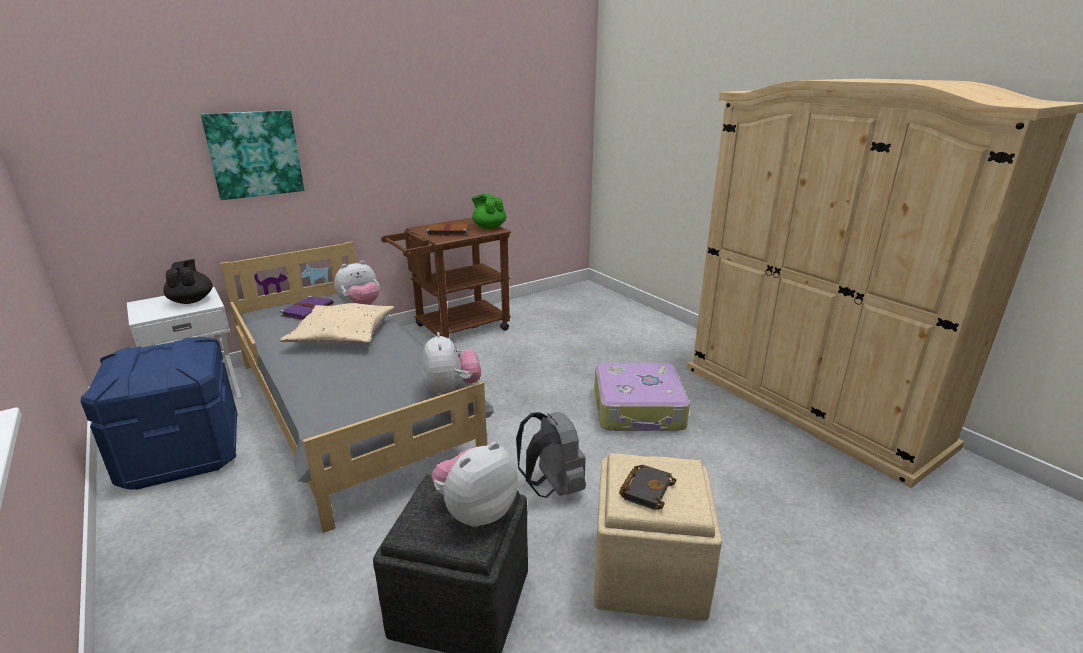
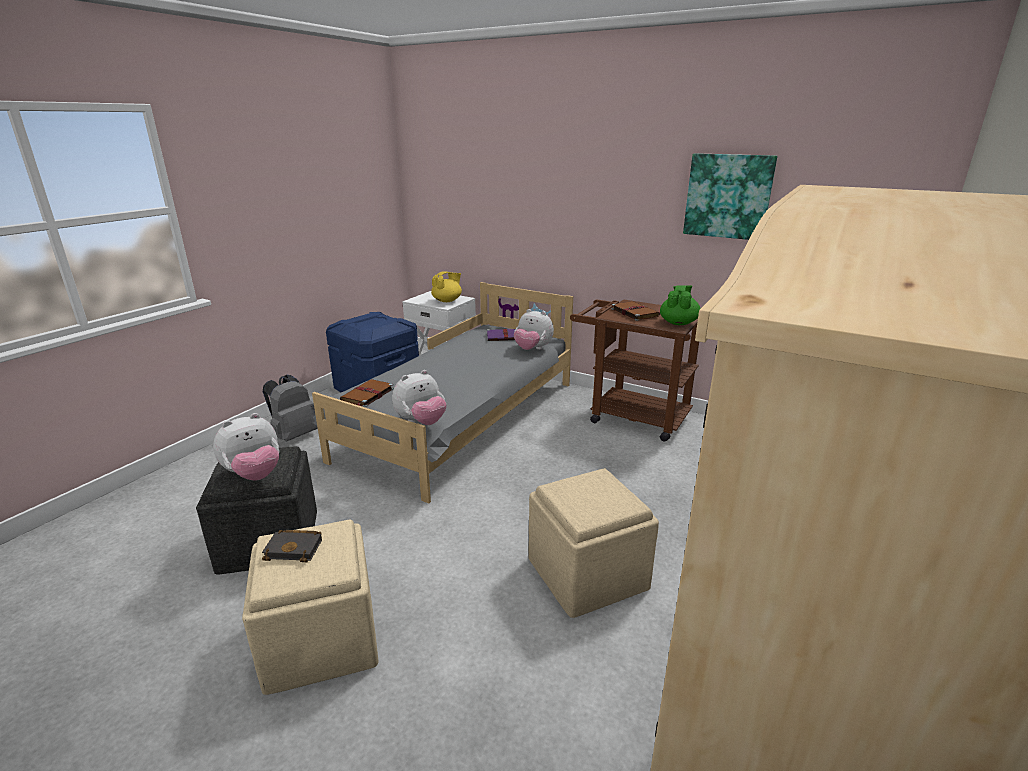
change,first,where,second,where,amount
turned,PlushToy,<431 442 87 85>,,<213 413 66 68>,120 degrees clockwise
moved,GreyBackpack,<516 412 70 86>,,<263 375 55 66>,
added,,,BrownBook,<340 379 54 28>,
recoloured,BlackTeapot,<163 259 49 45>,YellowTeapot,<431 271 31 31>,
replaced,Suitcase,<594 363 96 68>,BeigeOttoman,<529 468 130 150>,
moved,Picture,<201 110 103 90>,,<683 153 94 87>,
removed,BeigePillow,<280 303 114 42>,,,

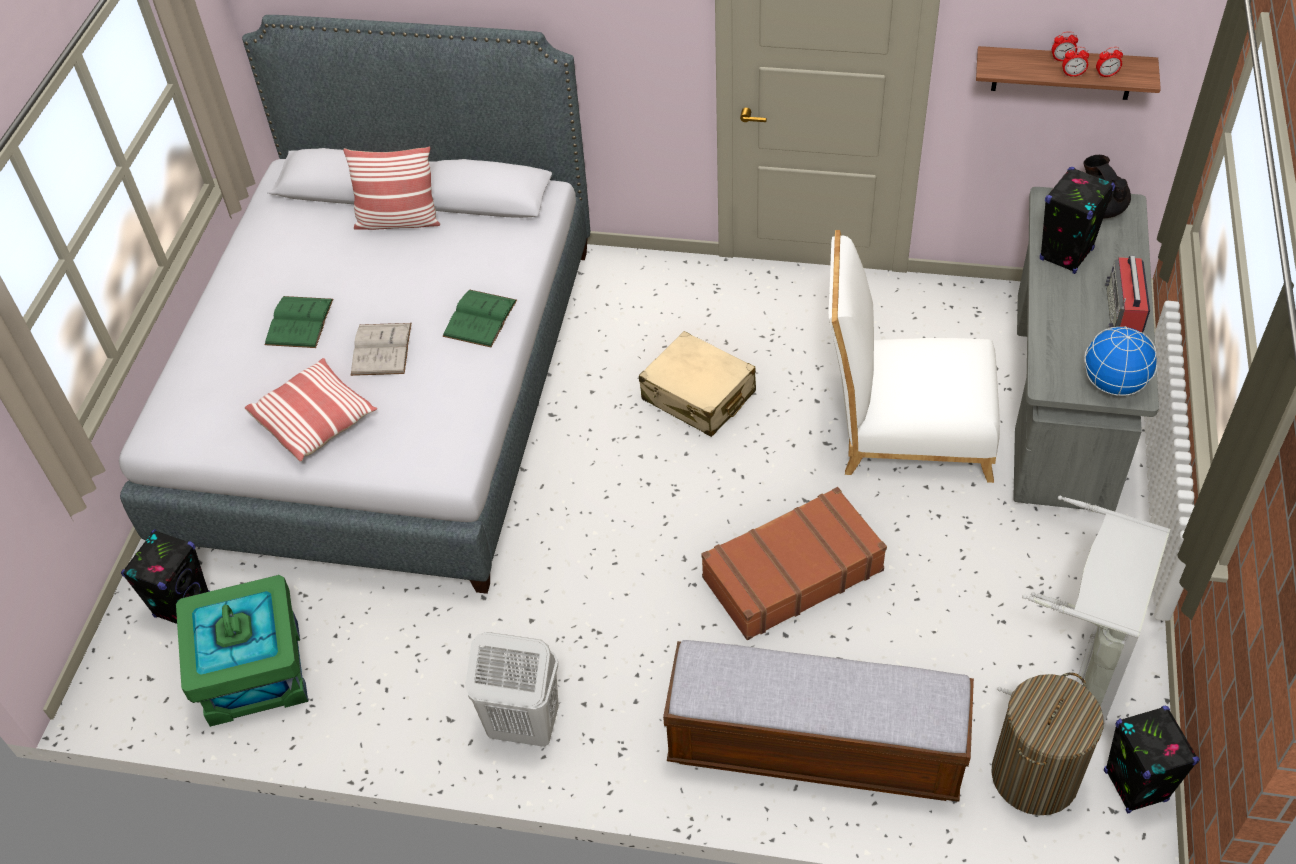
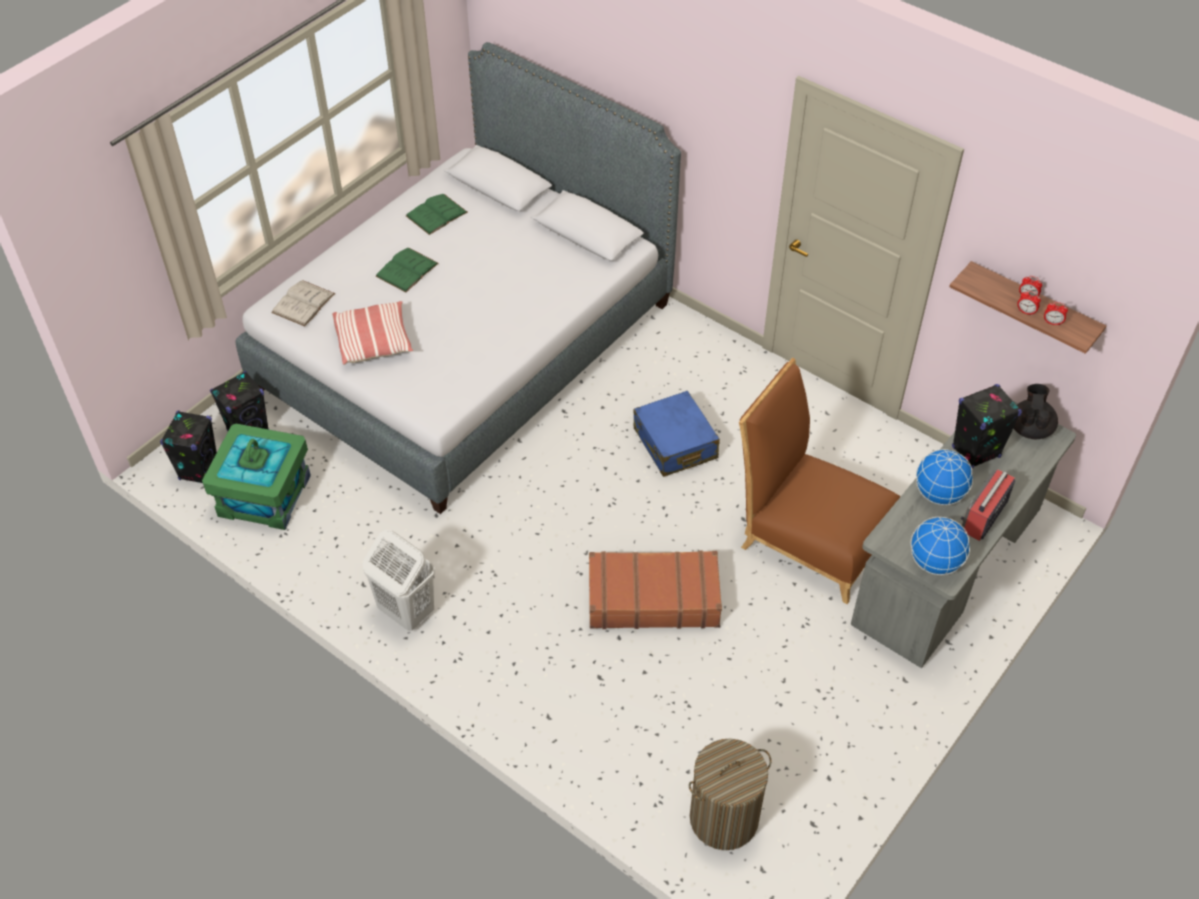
change,first,where,second,where,amount
moved,BlackSpeaker,<1104 706 96 108>,,<160 410 57 73>,
moved,WhiteBook,<351 323 61 53>,,<271 280 64 46>,
moved,GreenBook,<442 289 75 58>,,<406 194 62 41>,
recoloured,BeigeSuitcase,<639 331 117 106>,BlueSuitcase,<633 391 87 86>,
recoloured,WhiteChair,<829 230 171 253>,BrownChair,<739 358 161 246>,
added,,,Globe,<916 449 57 56>,
removed,Pillow,<343 147 97 83>,,,
removed,Bench,<663 640 311 162>,,,
removed,GreyLaundryBasket,<997 496 173 230>,,,

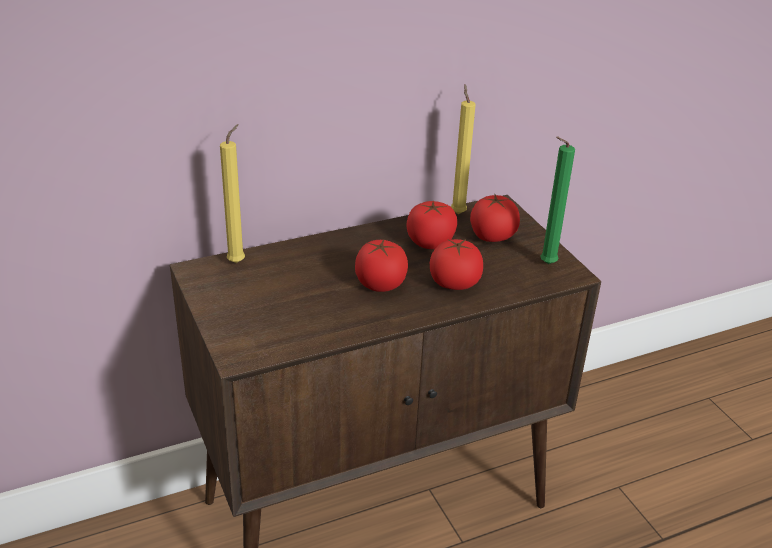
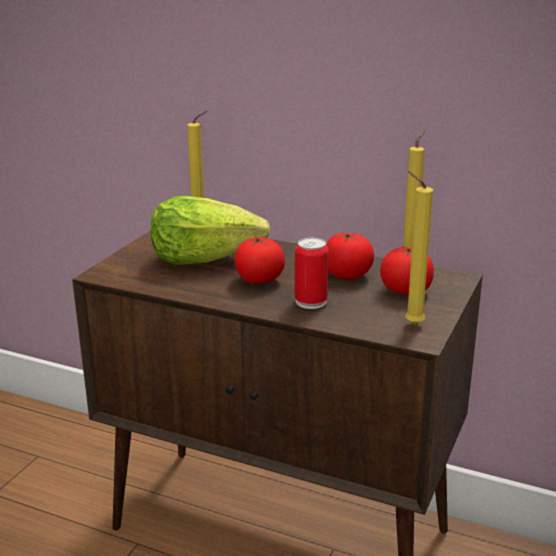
change,first,where,second,where,amount
added,,,Lettuce,<151 196 119 68>,
replaced,Tomato,<430 239 53 51>,Can,<295 238 34 71>,
recoloured,GreenCandle,<540 136 35 128>,YellowCandle,<405 171 28 154>,

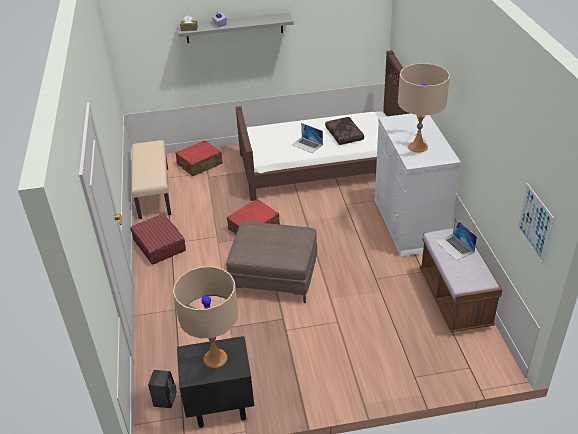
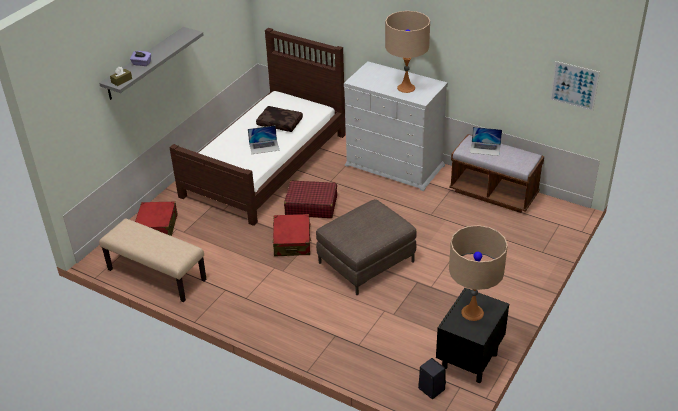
change,first,where,second,where,amount
moved,RedSuitcase,<130 214 56 50>,,<284 181 53 37>,

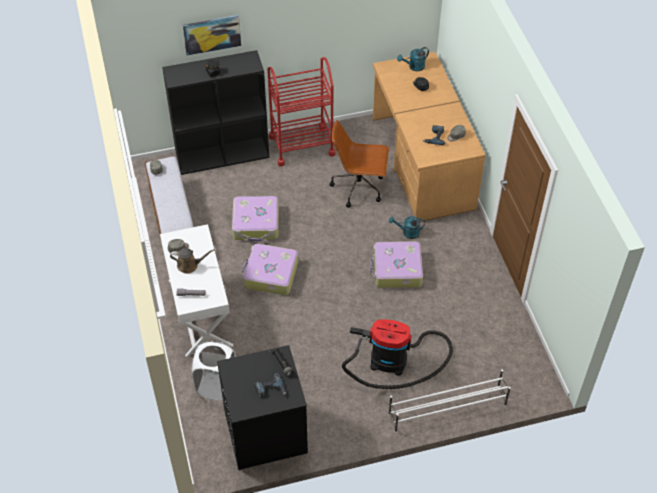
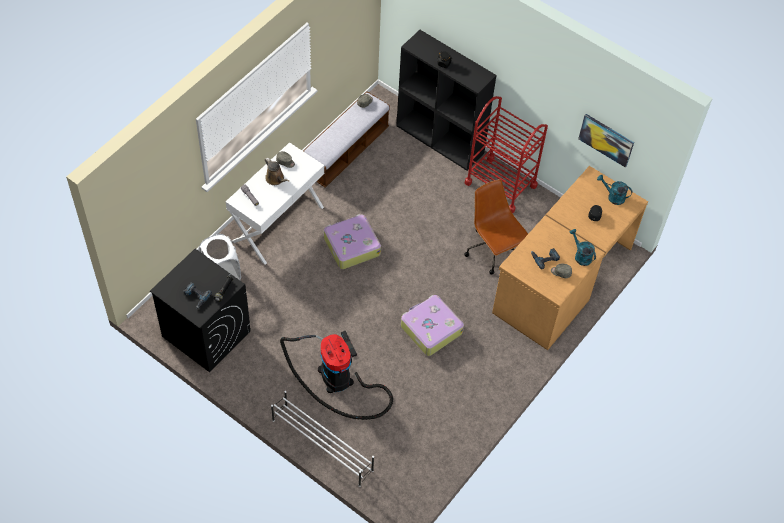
change,first,where,second,where,amount
moved,TurquoiseWateringCan,<389 216 36 23>,,<569 229 27 37>,
moved,Picture,<182 15 59 40>,,<578 114 56 54>,
removed,Suitcase,<232 196 47 46>,,,

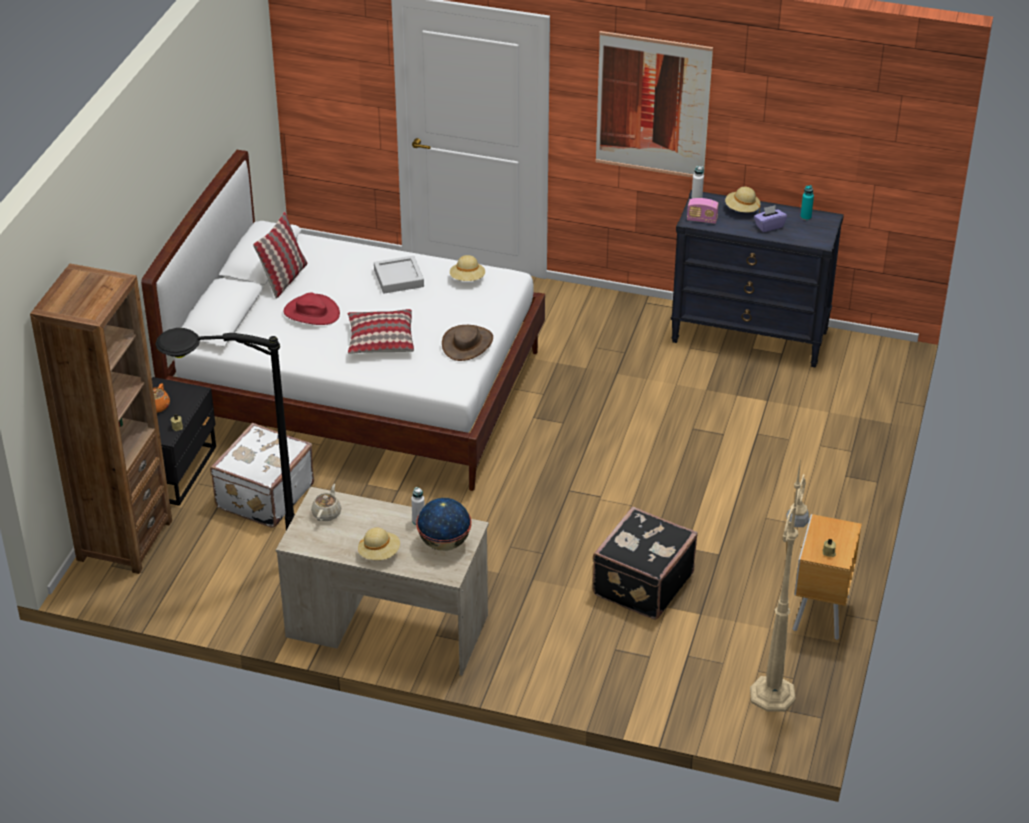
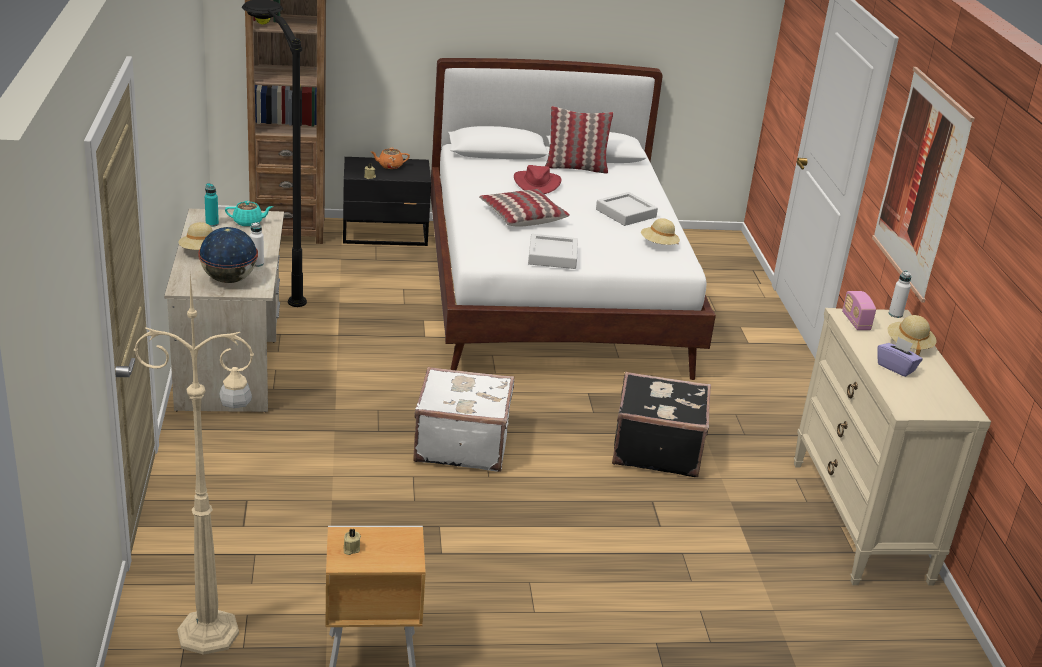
change,first,where,second,where,amount
moved,TurquoiseBottle,<800 185 14 35>,,<205 183 14 44>,
recoloured,BeigeTeapot,<311 484 30 37>,TurquoiseTeapot,<225 201 48 26>,
moved,WhiteSuitcase,<210 423 104 105>,,<413 367 101 105>,
replaced,BrownHat,<442 325 51 36>,GreyTray,<528 234 50 35>,
moved,BlackSuitcase,<592 506 106 113>,,<612 372 99 105>,
recoloured,BlackDresser,<671 190 173 178>,BeigeDresser,<794 308 197 277>,

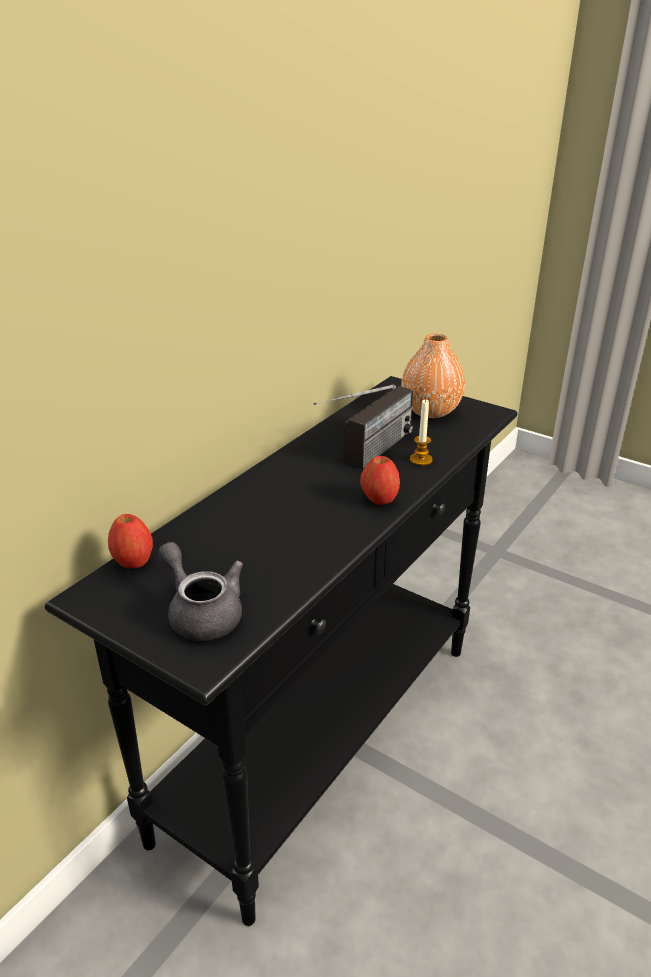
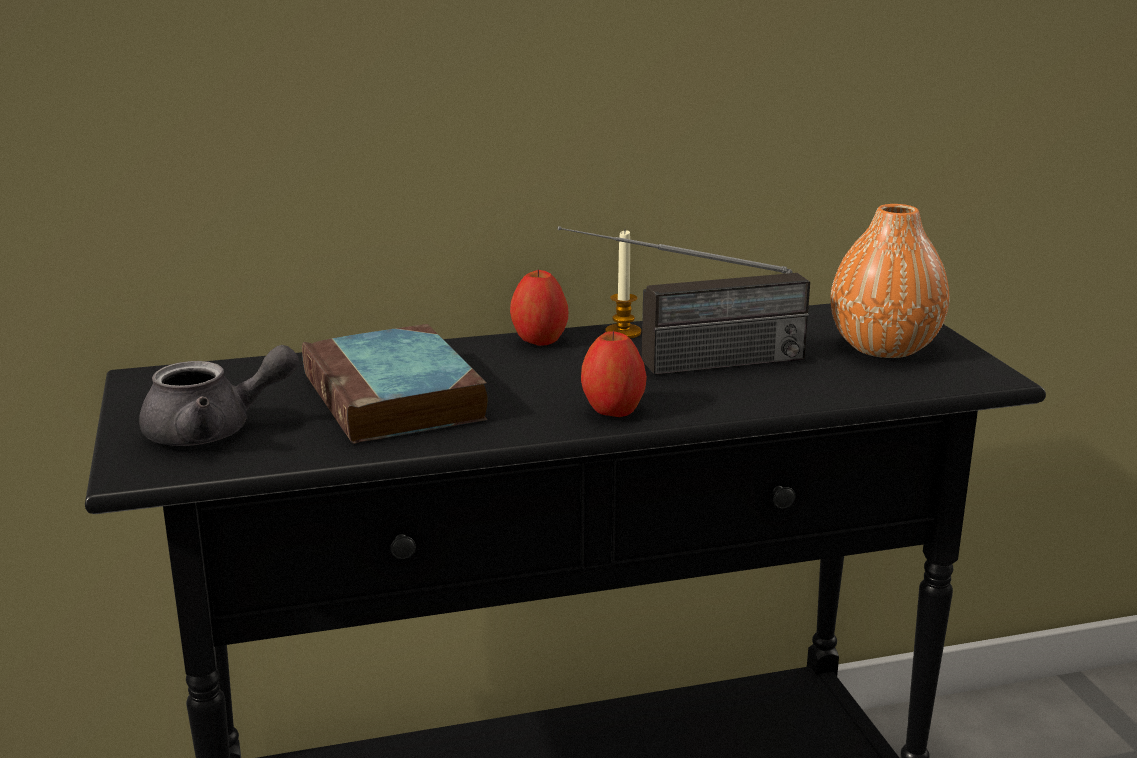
change,first,where,second,where,amount
turned,GreyTeapot,<158 542 85 99>,,<139 345 160 101>,75 degrees clockwise
added,,,Book,<302 324 186 120>,
moved,Apple,<108 514 45 54>,,<510 269 58 77>,
moved,Candle,<410 400 22 66>,,<605 230 36 108>,

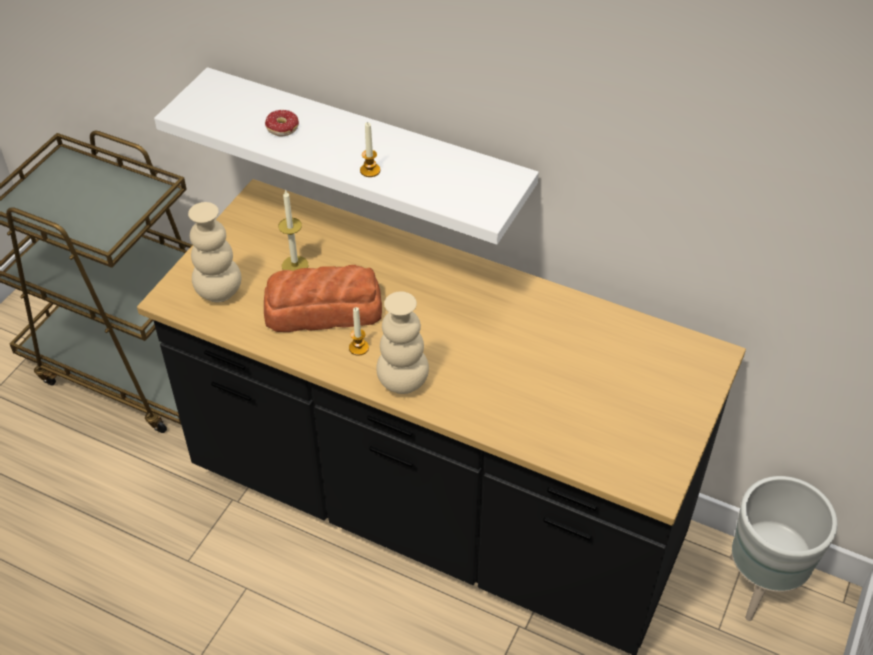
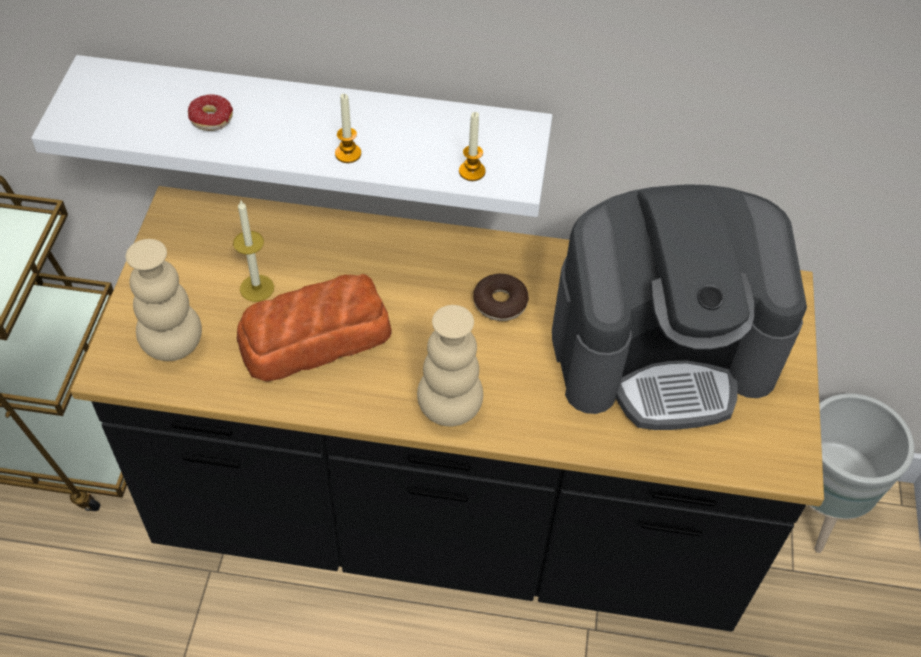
change,first,where,second,where,amount
moved,Candle,<349 307 20 49>,,<459 112 27 69>,
added,,,Donut,<473 274 56 47>,
added,,,CoffeeMachine,<552 184 255 246>,

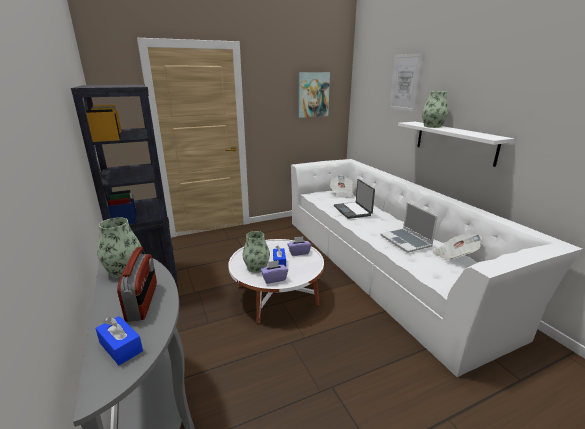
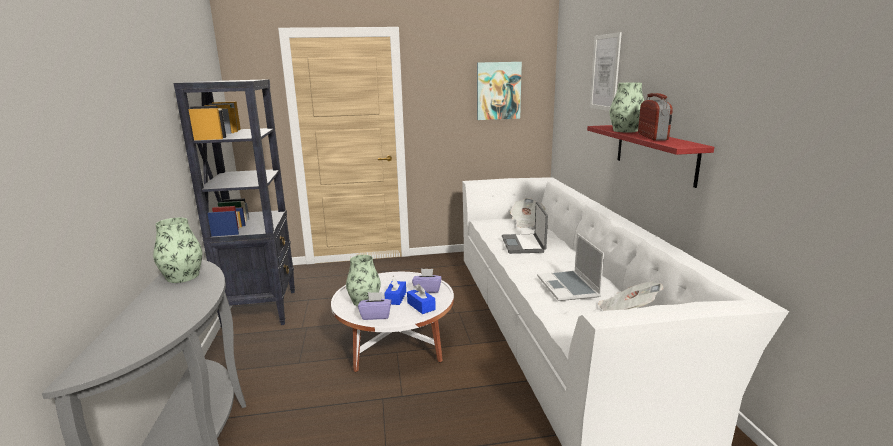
change,first,where,second,where,amount
moved,BlueTissueBox,<95 316 48 49>,,<407 284 29 30>,
recoloured,WhiteShelf,<398 122 116 45>,RedShelf,<587 125 127 63>,
moved,Radio,<117 247 40 75>,,<638 93 35 48>,

